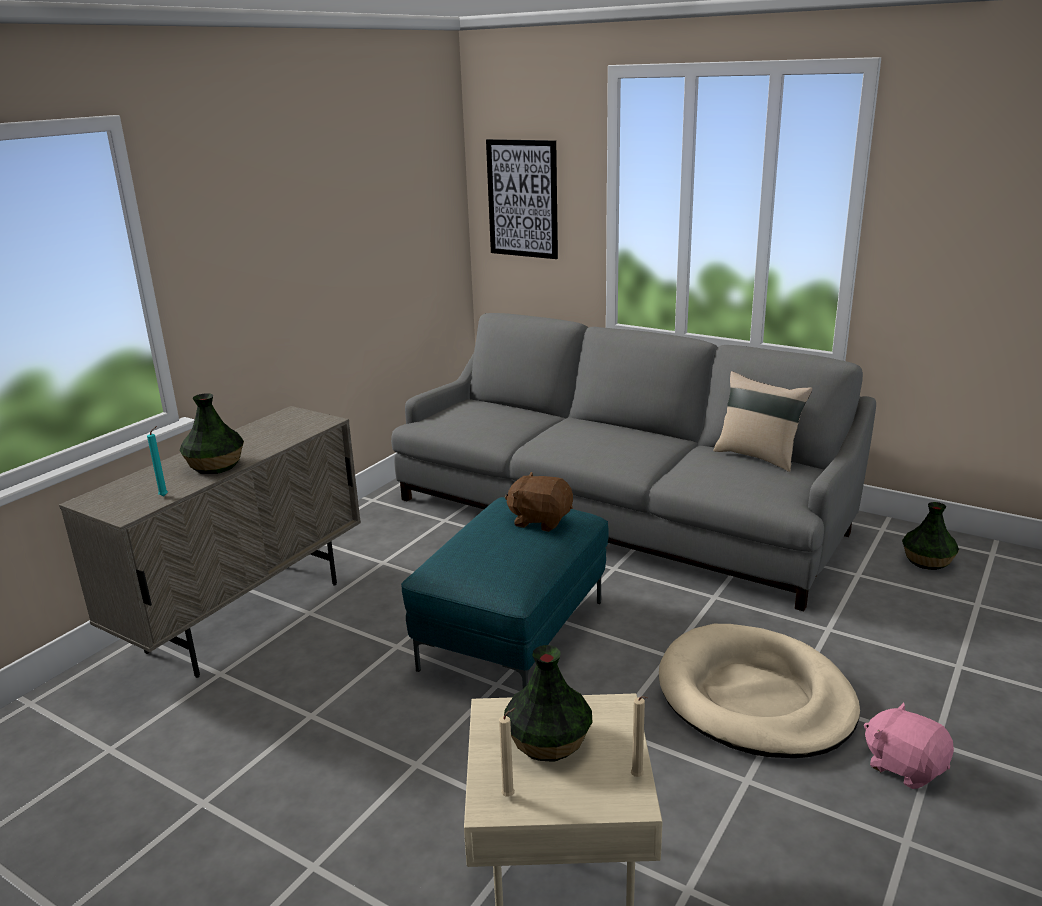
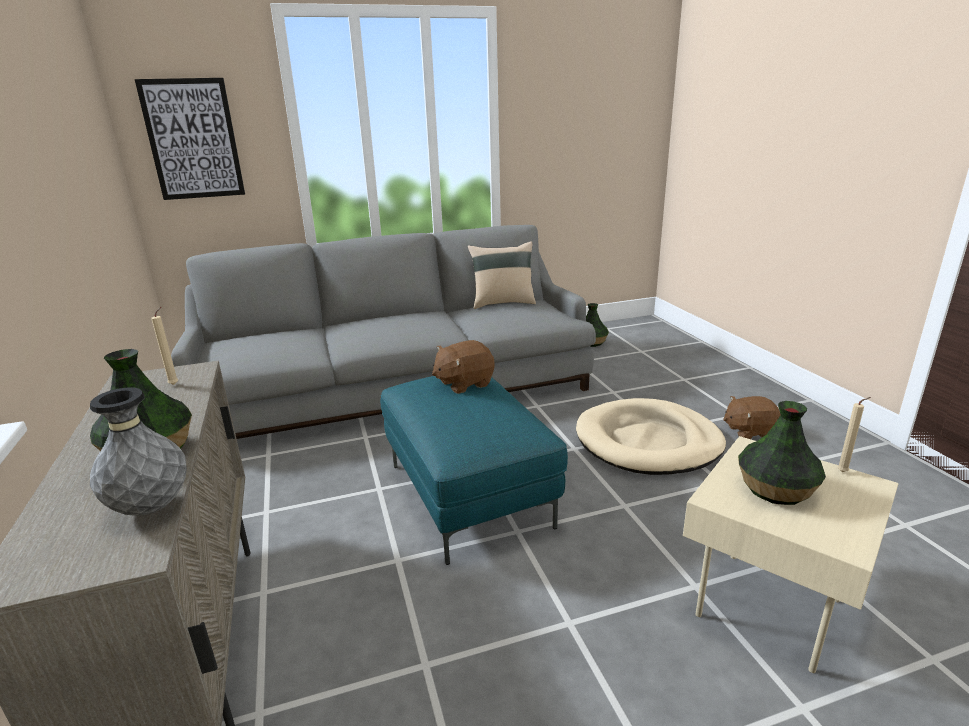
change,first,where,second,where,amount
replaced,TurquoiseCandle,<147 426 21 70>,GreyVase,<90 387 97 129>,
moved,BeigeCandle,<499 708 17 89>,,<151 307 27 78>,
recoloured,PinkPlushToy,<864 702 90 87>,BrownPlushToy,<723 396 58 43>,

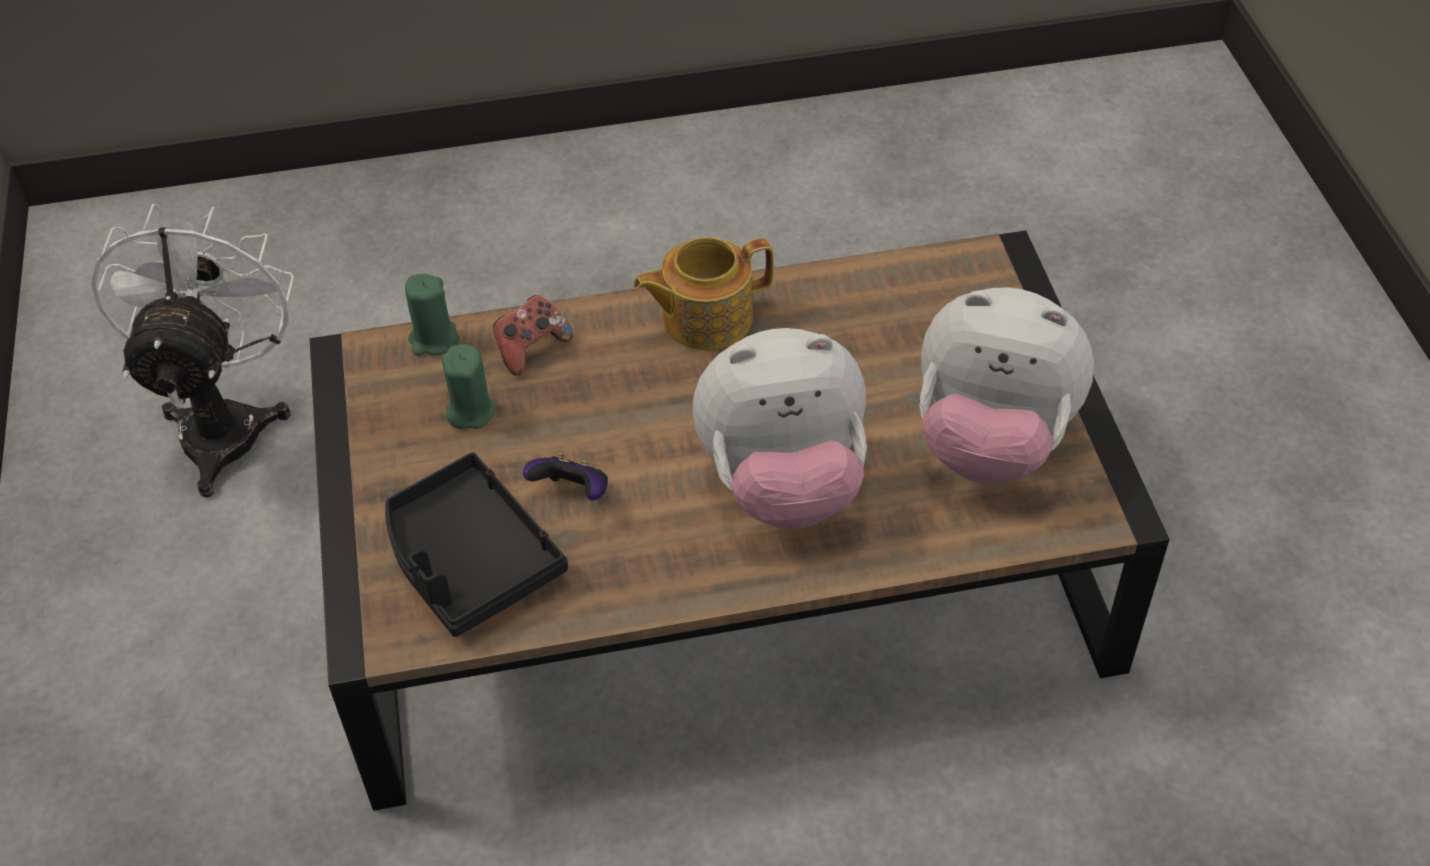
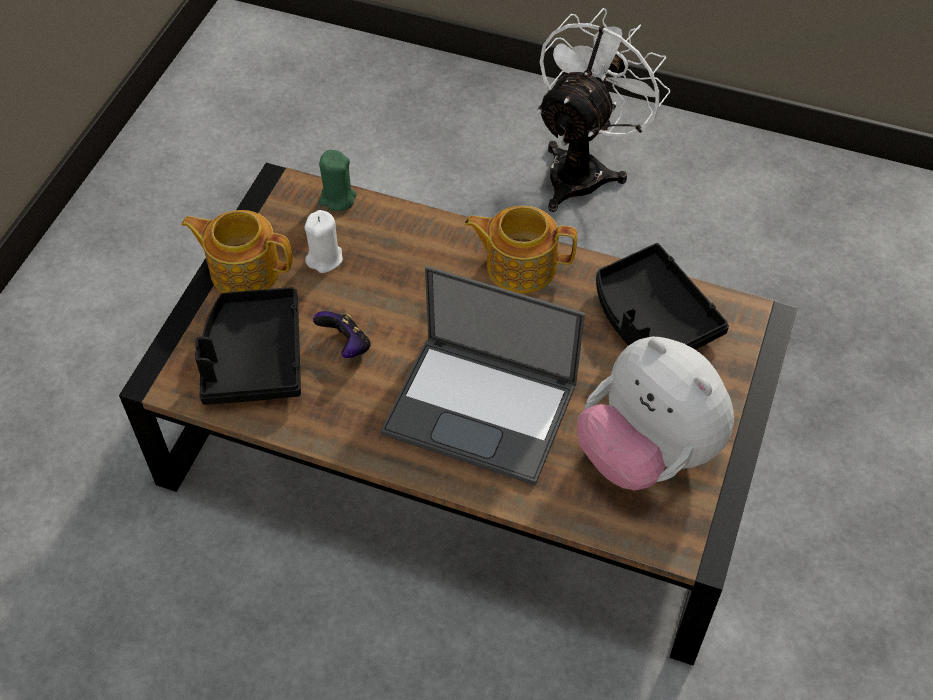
change,first,where,second,where,amount
added,,,Teapot,<181 210 112 83>,
recoloured,GreenCandle,<442 344 54 85>,WhiteCandle,<305 210 38 63>,
replaced,PlushToy,<693 328 174 201>,Laptop,<381 266 204 220>,
moved,WhiteFan,<91 204 203 293>,,<536 8 134 204>,
added,,,BlackTray,<596 243 133 107>,
removed,GameController,<493 295 80 81>,,,

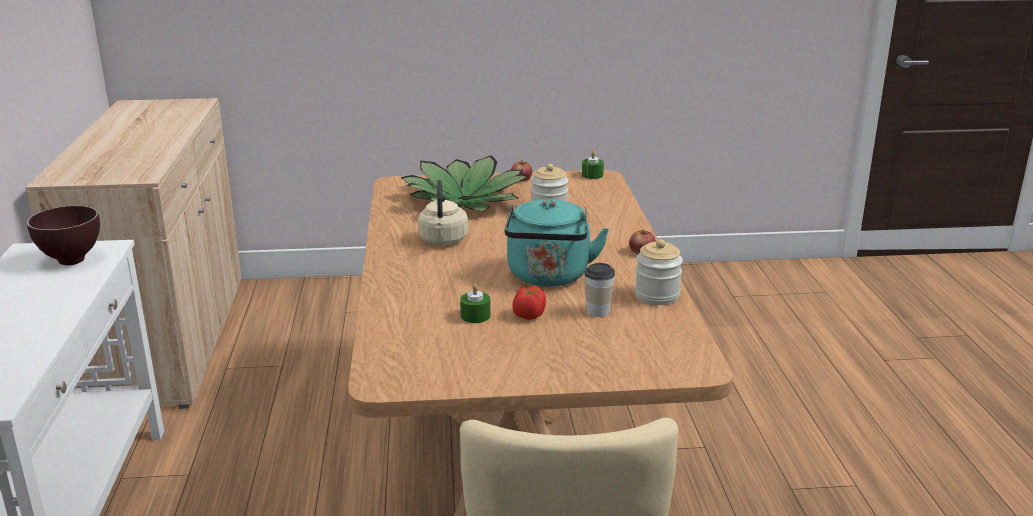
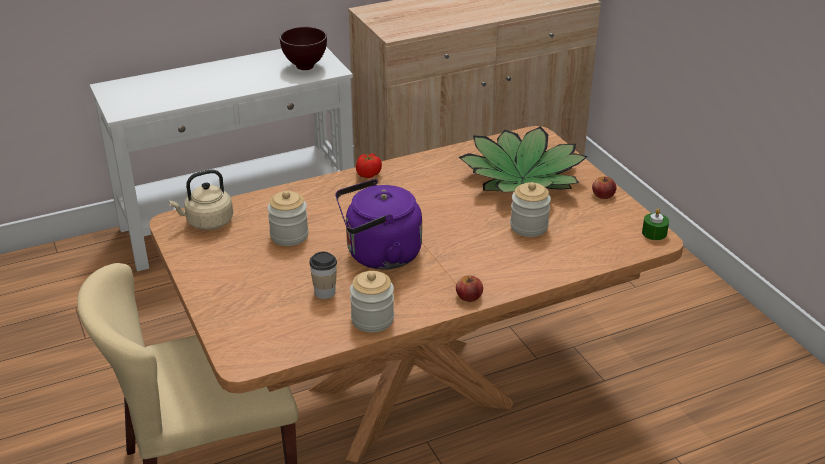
change,first,where,second,where,amount
moved,BeigeKettle,<418 180 50 65>,,<169 170 64 60>,
replaced,GreenCandle,<460 284 31 39>,Jar,<267 191 42 55>,
recoloured,TurquoiseKettle,<505 199 104 87>,PurpleKettle,<336 179 86 91>,
moved,Tomato,<513 286 33 34>,,<356 153 26 25>,

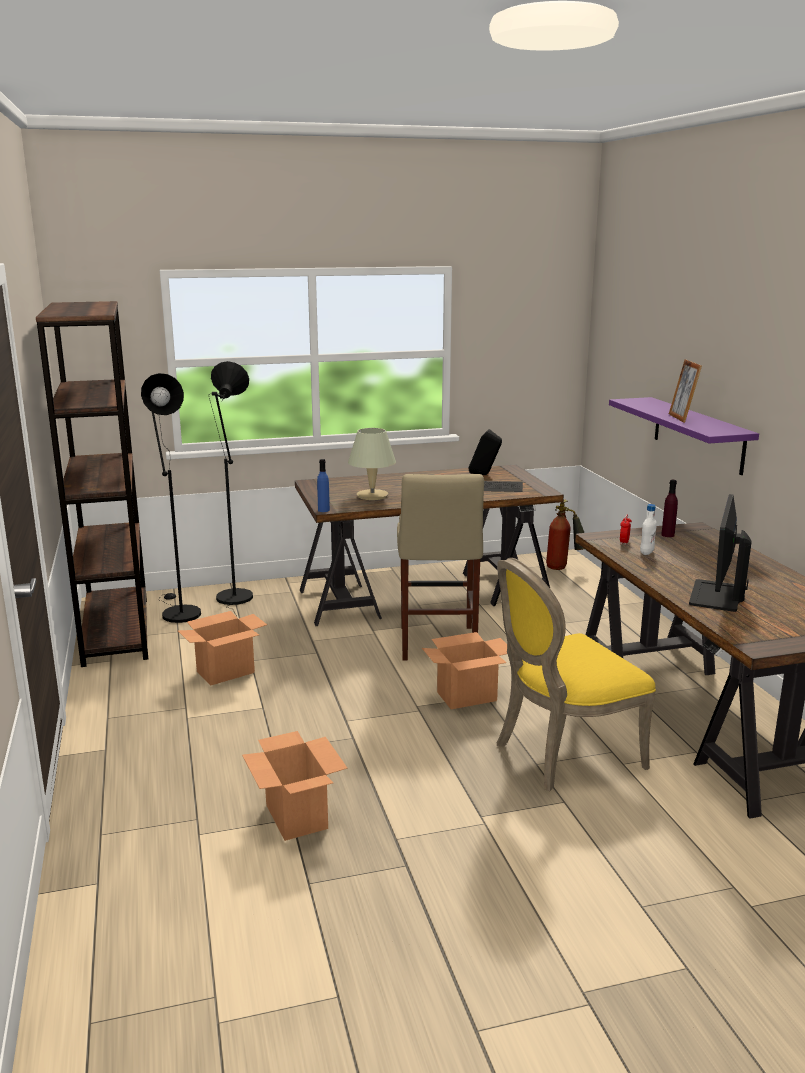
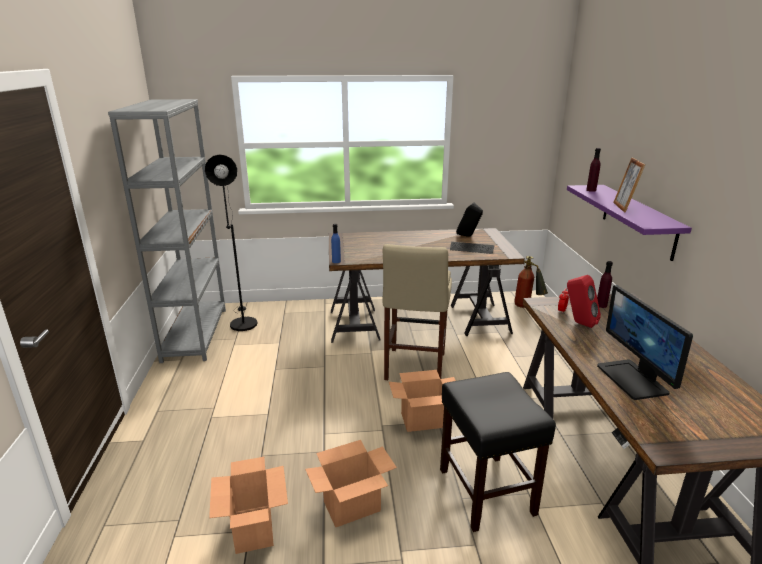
change,first,where,second,where,amount
recoloured,BrownBookcase,<36 301 112 366>,GreyBookcase,<108 99 118 264>,
moved,CardboardBox,<177 611 90 74>,,<305 440 92 87>,
replaced,YellowChair,<497 557 159 234>,BlackStool,<440 372 116 160>,
replaced,WhiteBottle,<640 504 17 51>,RedSpeaker,<567 275 34 53>,
added,,,PurpleBottle,<586 148 15 44>,
turned,Monitor,<689 494 62 118>,,<597 285 96 115>,45 degrees counterclockwise
removed,BlackFloorLamp,<209 361 44 254>,,,
removed,BeigeTableLamp,<348 428 48 72>,,,

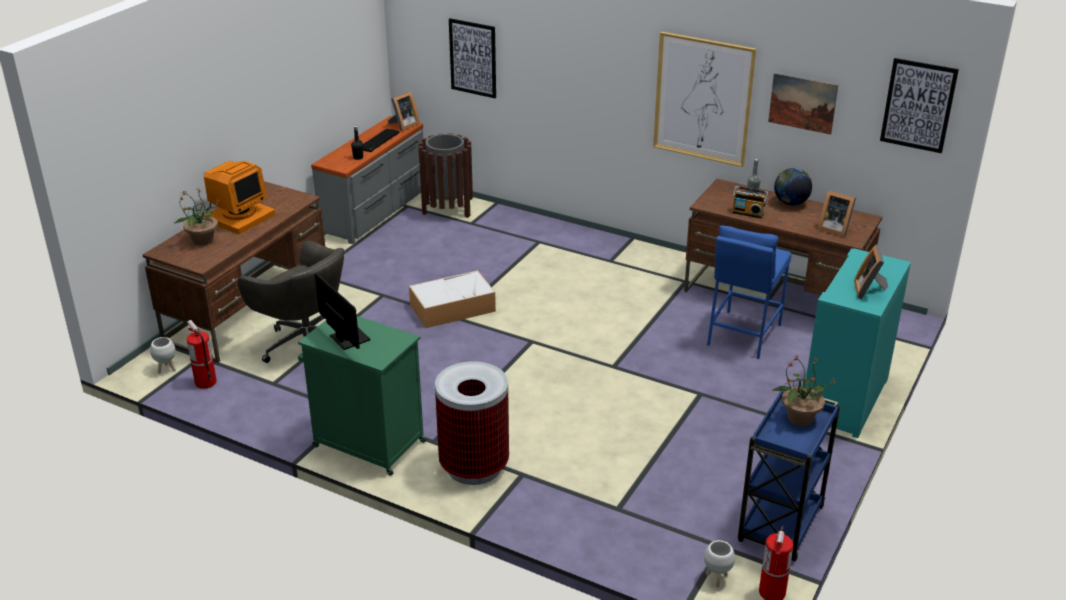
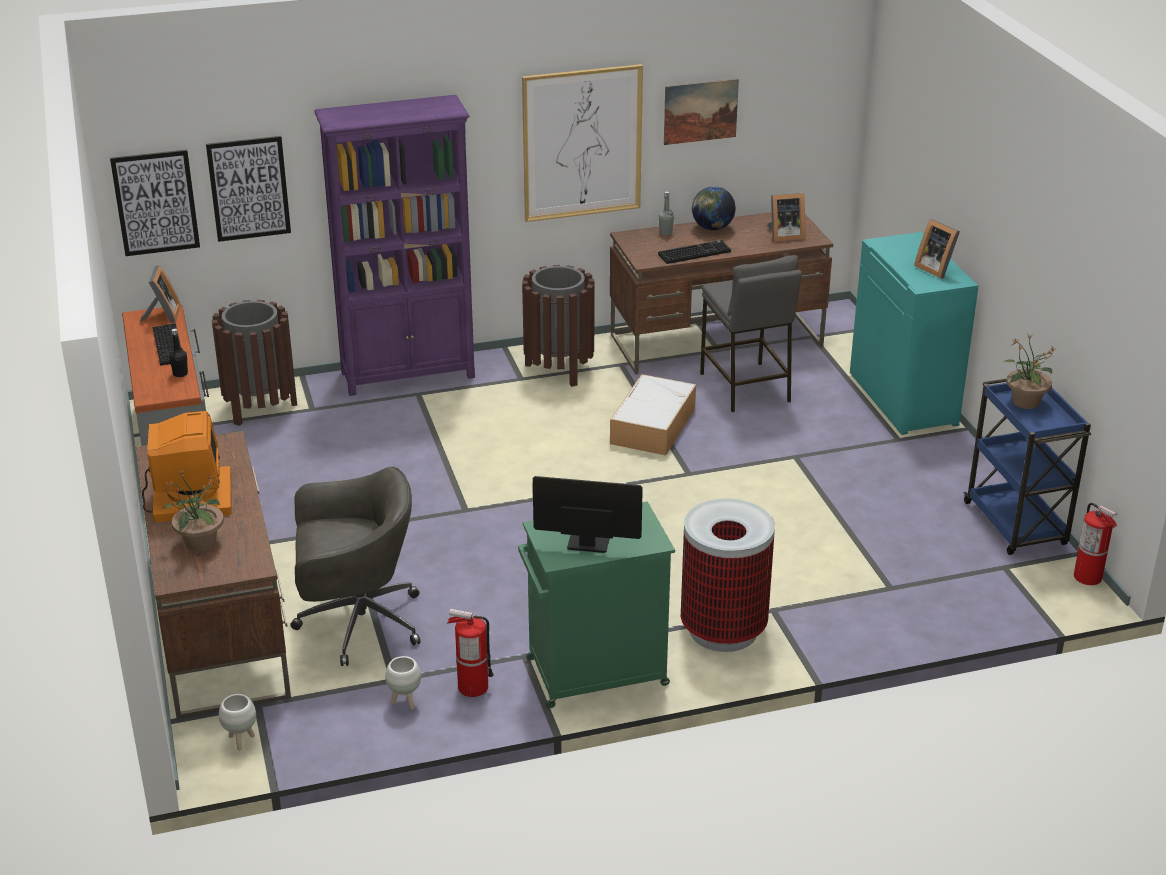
change,first,where,second,where,amount
moved,Picture,<880 58 79 95>,,<110 150 90 106>,
added,,,PurpleBookcase,<314 95 161 301>,
moved,WhitePlanter,<704 540 31 47>,,<385 656 36 54>,
moved,FireExtinguisher,<187 320 30 69>,,<447 609 47 88>,
added,,,BrownTrashCan,<522 265 73 122>,
moved,StorageBox,<409 270 87 58>,,<610 374 86 81>,
replaced,Radio,<732 186 36 33>,Keyboard,<658 240 73 24>,
recoloured,BlueStool,<707 225 85 134>,GreyStool,<700 255 102 157>,

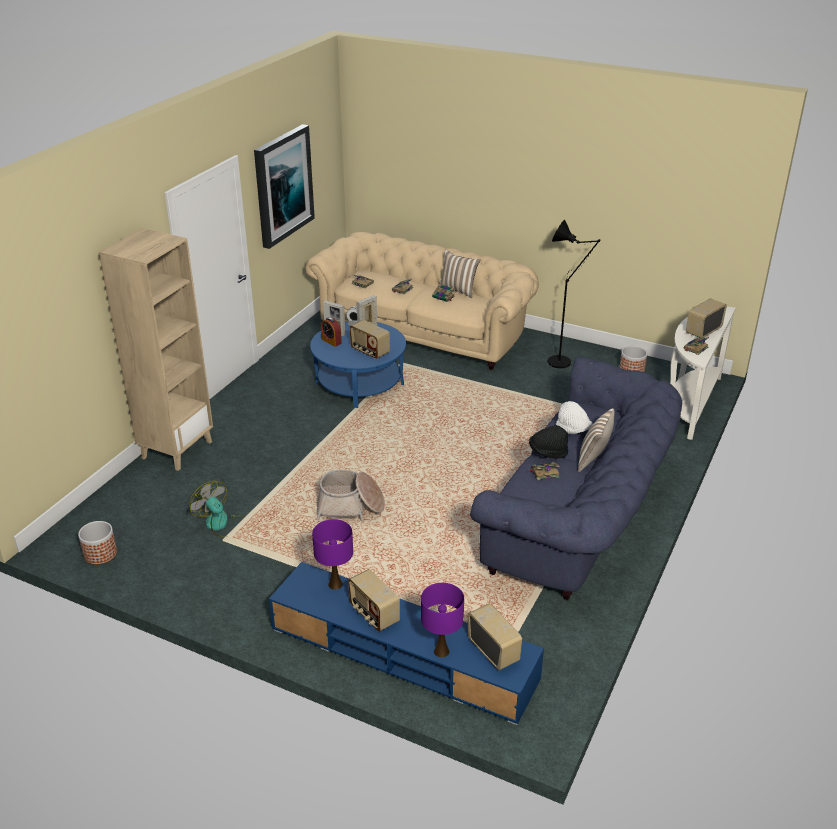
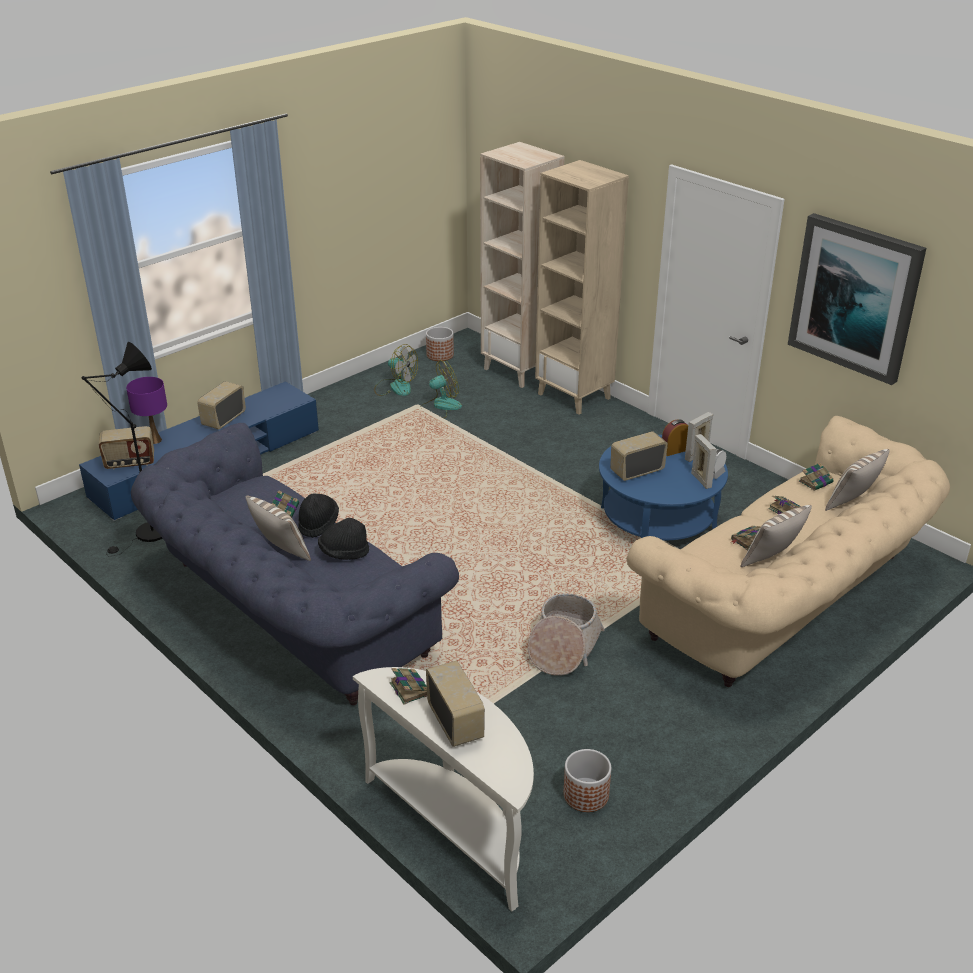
change,first,where,second,where,amount
moved,BlackFloorLamp,<548 220 53 148>,,<81 342 82 214>,
turned,Radio,<348 569 52 63>,,<197 381 49 49>,45 degrees counterclockwise
recoloured,WhiteHat,<556 401 36 33>,BlackHat,<318 518 51 42>,
added,,,Fan,<374 344 44 52>,
added,,,BeigeBookcase,<480 142 85 246>,
moved,Basket,<316 470 69 51>,,<528 593 77 83>,
added,,,Pillow,<825 449 64 62>,
removed,PurpleTableLamp,<312 519 41 71>,,,

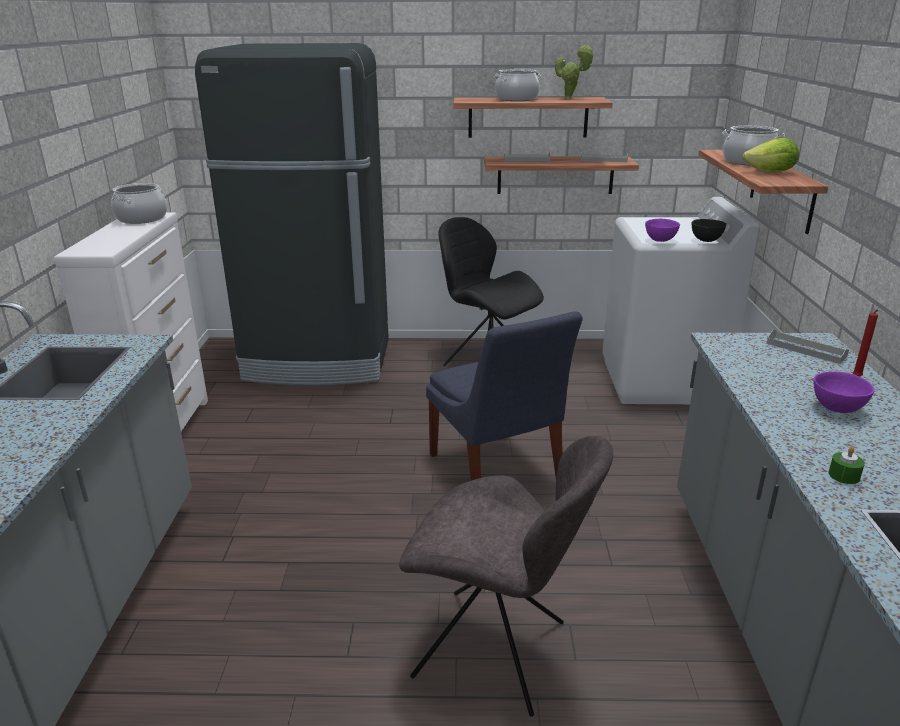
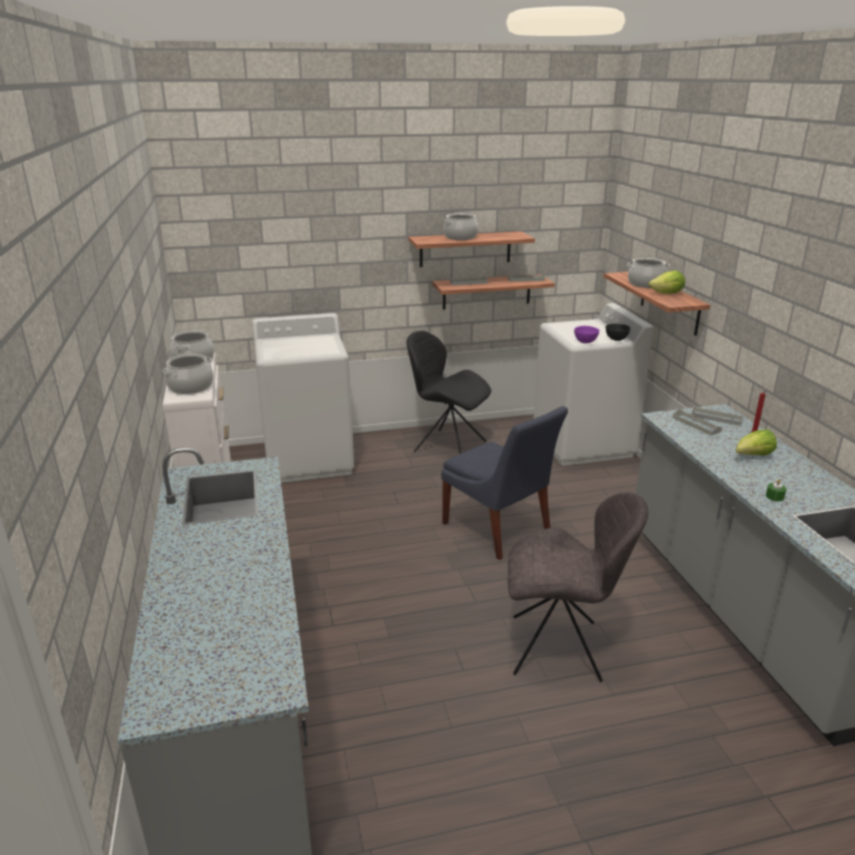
change,first,where,second,where,amount
added,,,CookingPot,<162 354 52 40>,
replaced,BlackFridge,<195 43 194 342>,WhiteWashingMachine,<252 313 102 170>,
added,,,GreyTray,<673 409 49 27>,
replaced,PurpleBowl,<814 372 61 41>,Lettuce,<736 430 41 26>,
removed,PottedPlant,<555 45 39 54>,,,

